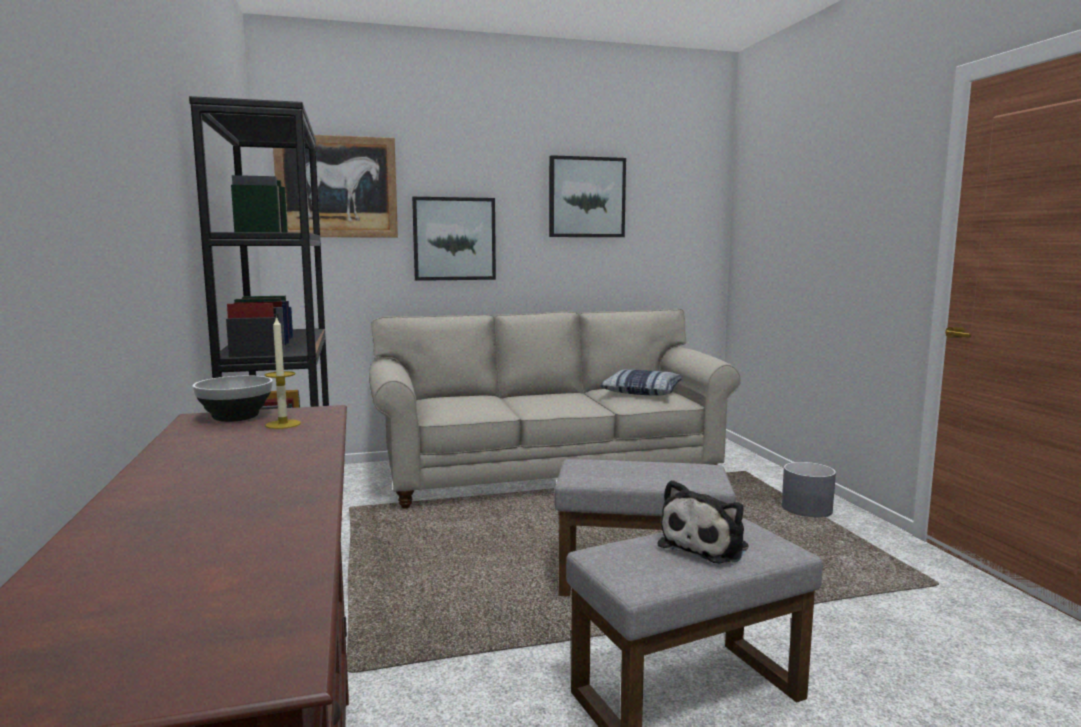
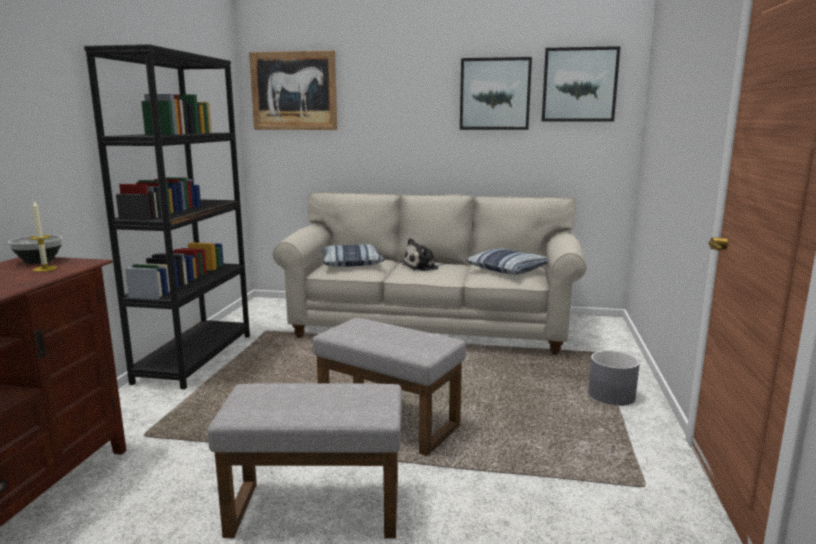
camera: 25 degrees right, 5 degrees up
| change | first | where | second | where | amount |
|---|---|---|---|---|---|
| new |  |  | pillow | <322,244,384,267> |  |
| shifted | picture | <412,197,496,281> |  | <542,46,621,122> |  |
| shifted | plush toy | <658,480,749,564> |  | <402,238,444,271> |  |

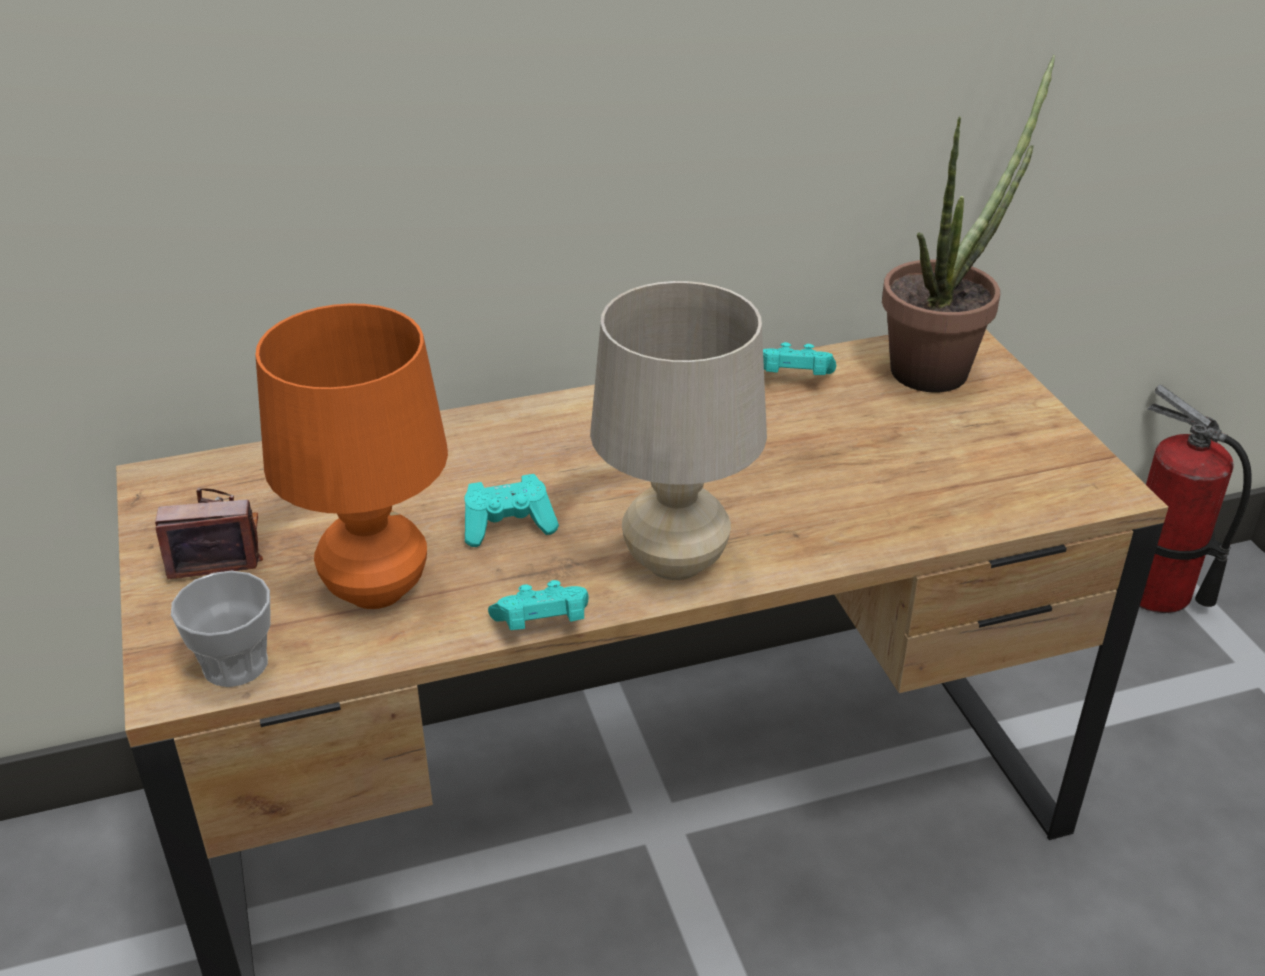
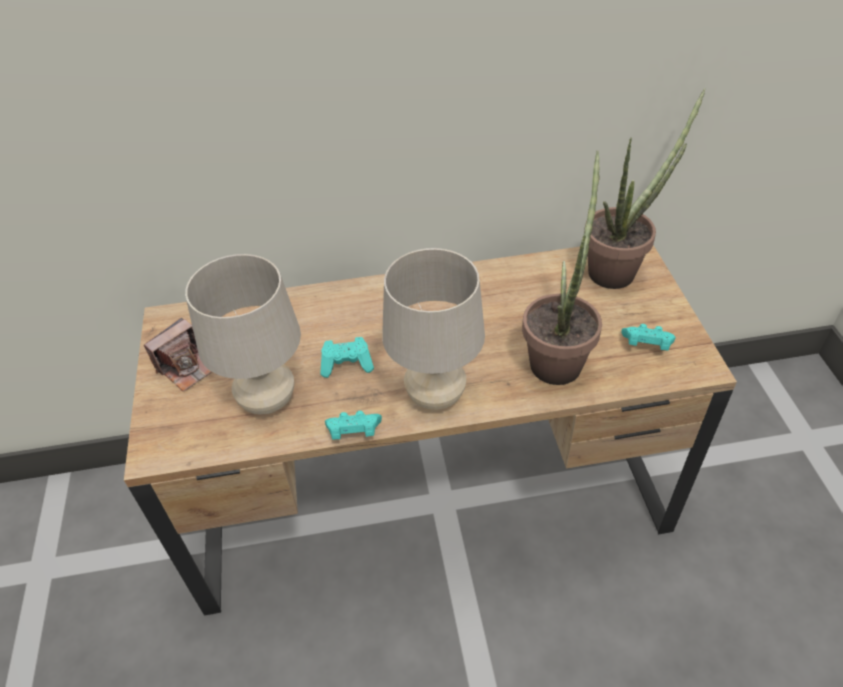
camera: 10 degrees right, 10 degrees up
| change | first | where | second | where | amount |
|---|---|---|---|---|---|
| gone | cup | <171,571,271,687> |  |  |  |
| gone | fire extinguisher | <1140,385,1252,613> |  |  |  |
| new |  |  | potted plant | <522,151,602,385> |  |
| shifted | turquoise game controller | <763,342,836,375> |  | <621,324,676,350> |  |
| repainted | orange table lamp | <255,303,448,609> | beige table lamp | <185,254,301,414> |  |
| rotated | photo camera | <155,488,263,579> |  | <144,318,212,392> | 135 degrees clockwise |

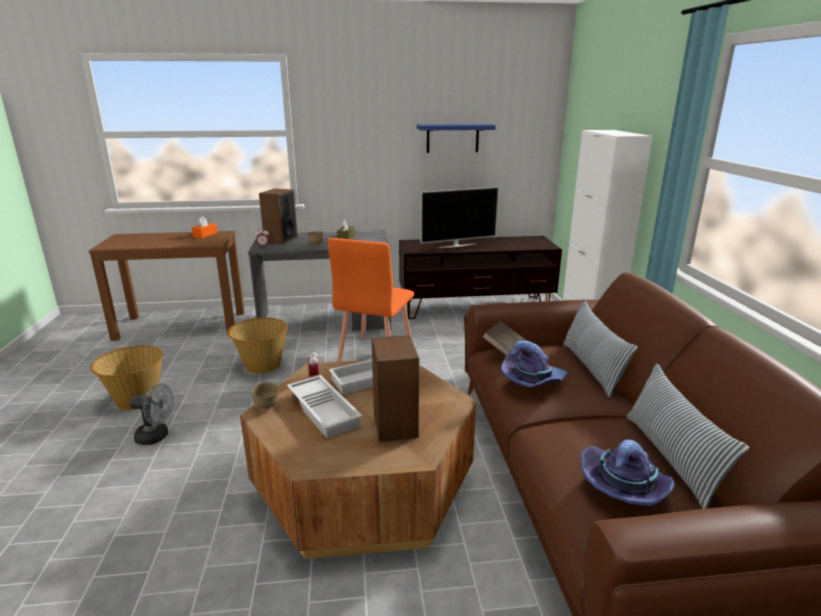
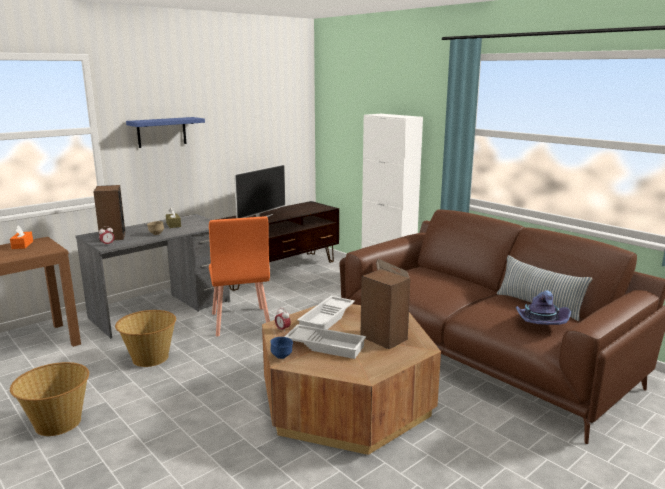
camera: 35 degrees left, 5 degrees down
| change | first | where | second | where | amount |
|---|---|---|---|---|---|
| gone | grey fan | <130,383,173,445> |  |  |  |
| gone | purple hat | <501,340,568,388> |  |  |  |
| gone | pillow | <563,301,638,397> |  |  |  |
| shifted | blue shelf | <417,124,496,153> |  | <126,117,205,148> |  |
| repainted | brown bowl | <252,383,279,409> | blue bowl | <270,337,293,359> |  |

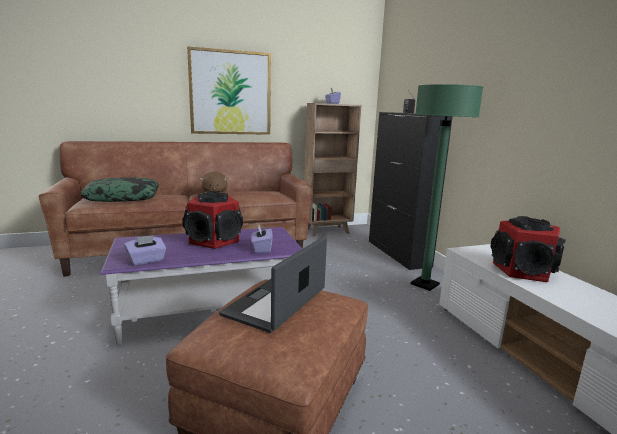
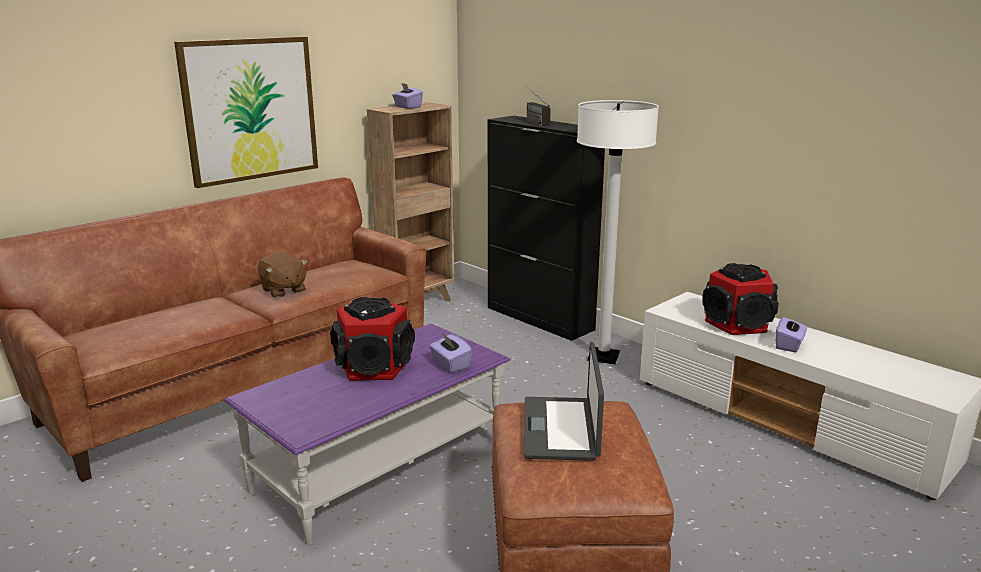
camera: 25 degrees left, 5 degrees up
| change | first | where | second | where | amount |
|---|---|---|---|---|---|
| gone | pillow | <81,177,159,202> |  |  |  |
| shifted | purple tissue box | <124,235,166,265> |  | <775,315,807,353> |  |
| repainted | green floor lamp | <411,84,483,291> | white floor lamp | <577,100,659,364> |  |

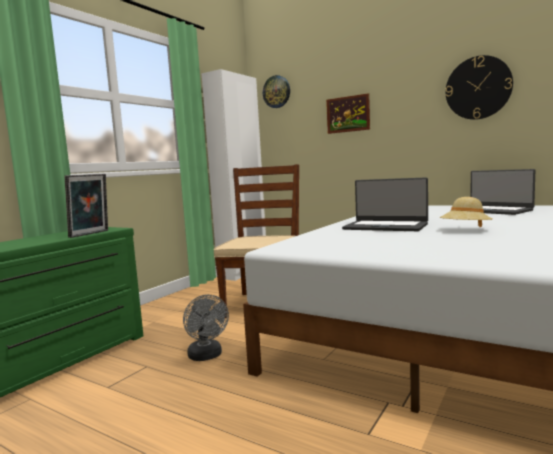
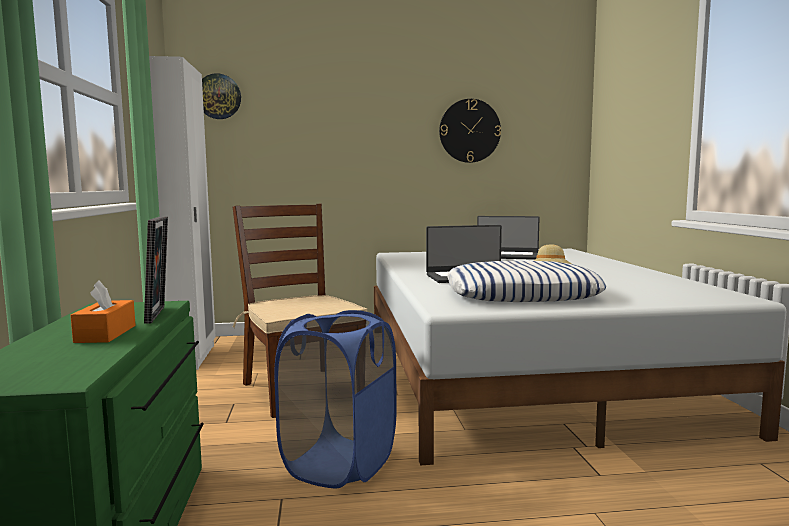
camera: 40 degrees left, 0 degrees up
| change | first | where | second | where | amount |
|---|---|---|---|---|---|
| gone | picture | <326,93,370,134> |  |  |  |
| new |  |  | orange tissue box | <70,280,136,343> |  |
| new |  |  | pillow | <447,261,606,302> |  |
| swapped | grey fan | <183,294,229,361> | blue laundry basket | <274,310,397,488> |  |

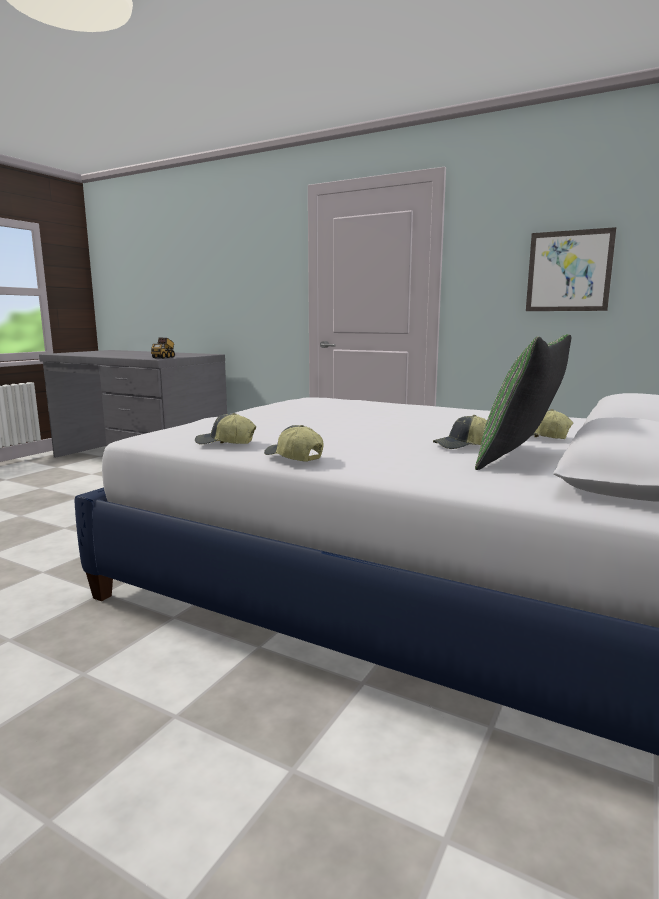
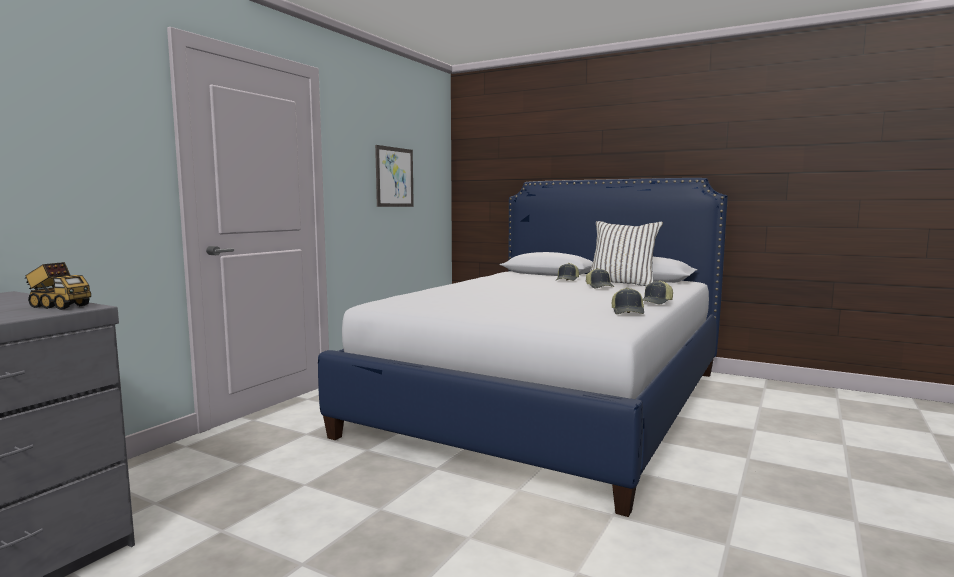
camera: 90 degrees left, 5 degrees down
| change | first | where | second | where | amount |
|---|---|---|---|---|---|
| repainted | green pillow | <475,334,571,470> | white pillow | <585,221,663,286> |  |

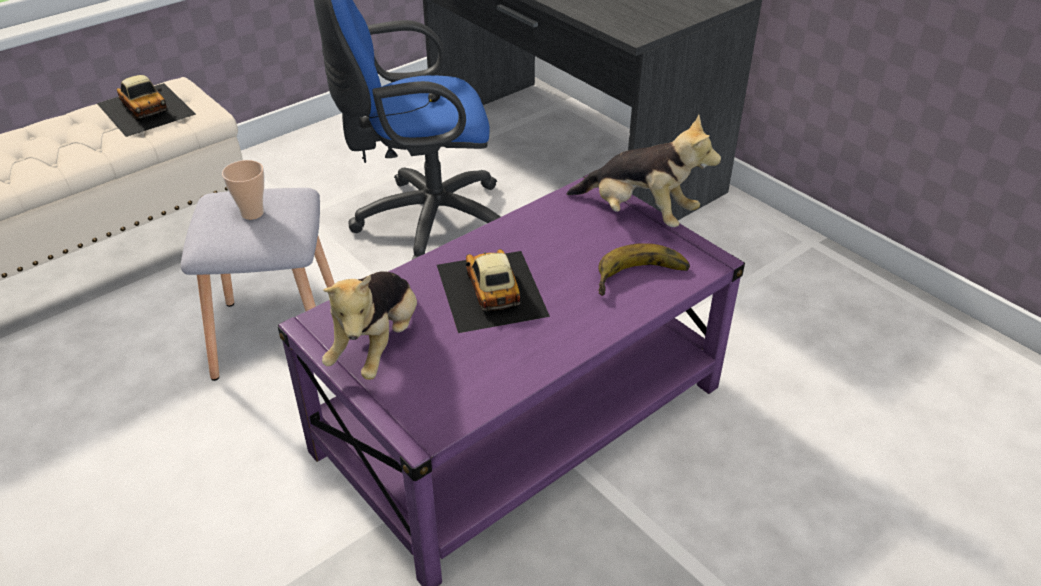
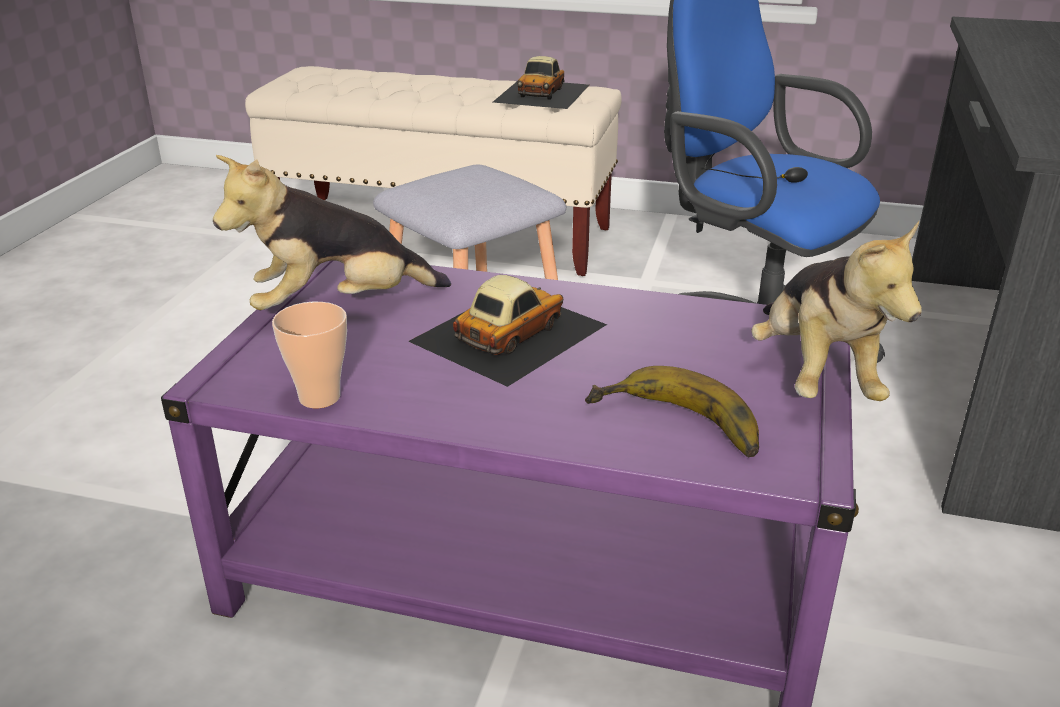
camera: 55 degrees right, 10 degrees down
| change | first | where | second | where | amount |
|---|---|---|---|---|---|
| shifted | cup | <222,160,264,220> |  | <272,302,347,408> |  |

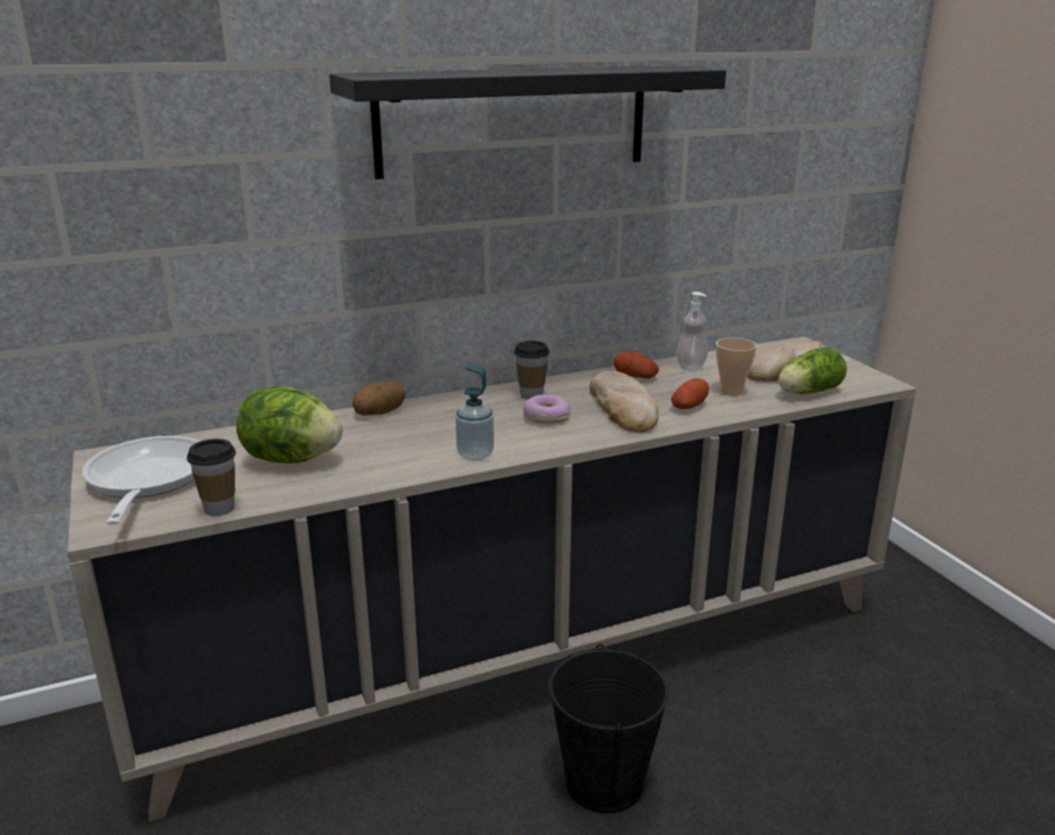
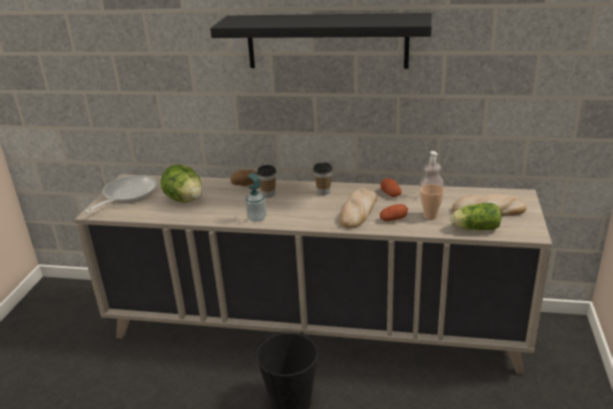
camera: 35 degrees right, 5 degrees up
| change | first | where | second | where | amount |
|---|---|---|---|---|---|
| gone | donut | <523,394,571,424> |  |  |  |
| shifted | cup | <187,439,236,516> |  | <257,165,277,198> |  |

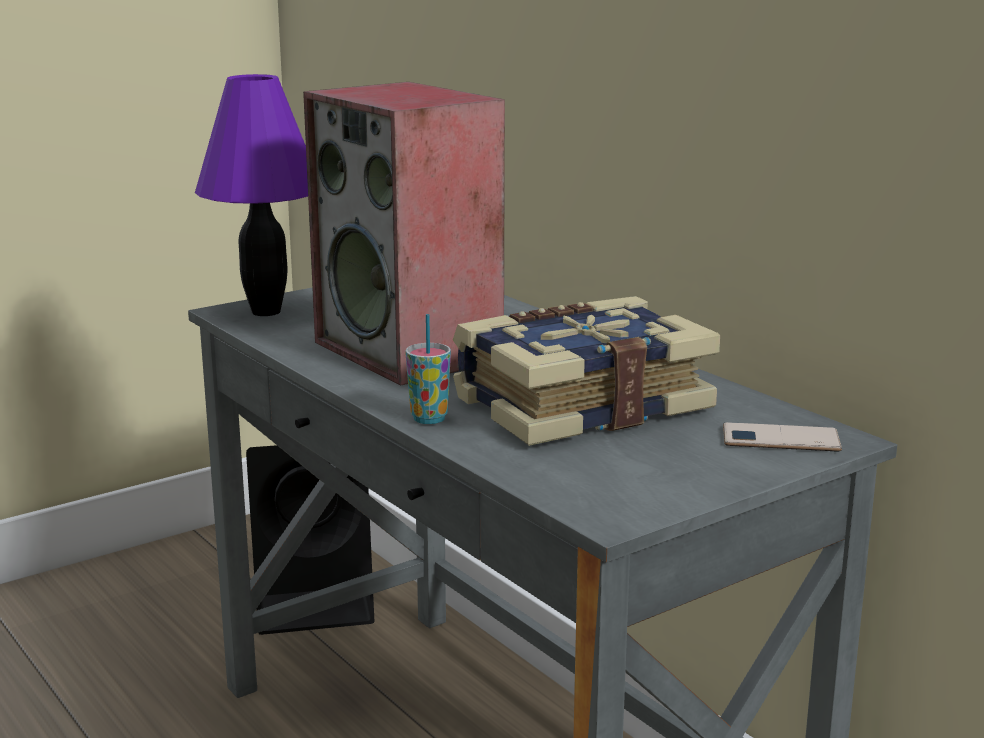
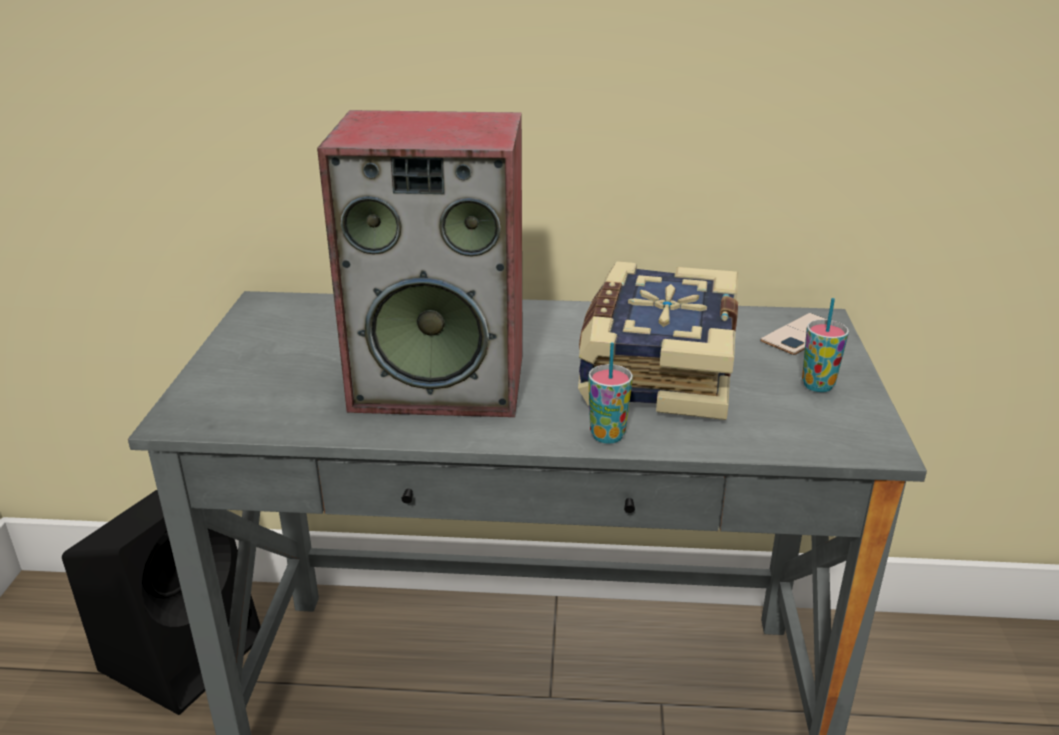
camera: 50 degrees left, 10 degrees up
| change | first | where | second | where | amount |
|---|---|---|---|---|---|
| gone | purple table lamp | <195,74,308,316> |  |  |  |
| new |  |  | cup | <802,298,849,392> |  |

